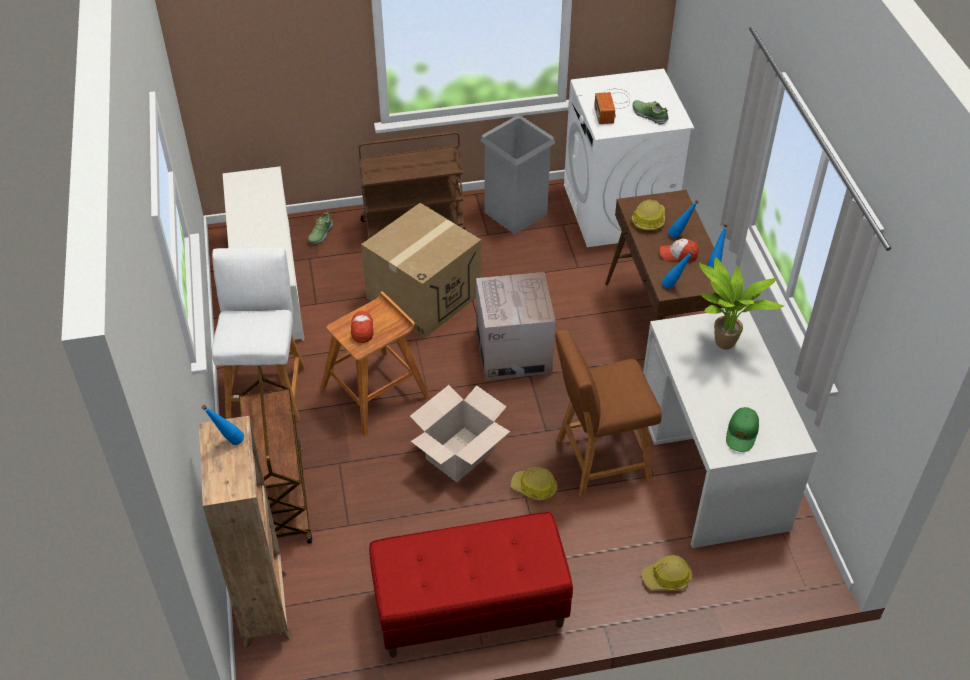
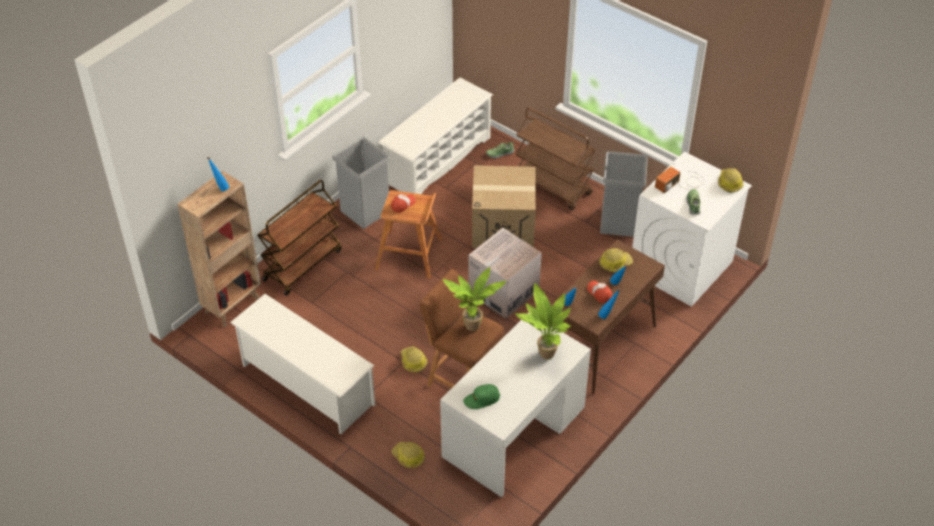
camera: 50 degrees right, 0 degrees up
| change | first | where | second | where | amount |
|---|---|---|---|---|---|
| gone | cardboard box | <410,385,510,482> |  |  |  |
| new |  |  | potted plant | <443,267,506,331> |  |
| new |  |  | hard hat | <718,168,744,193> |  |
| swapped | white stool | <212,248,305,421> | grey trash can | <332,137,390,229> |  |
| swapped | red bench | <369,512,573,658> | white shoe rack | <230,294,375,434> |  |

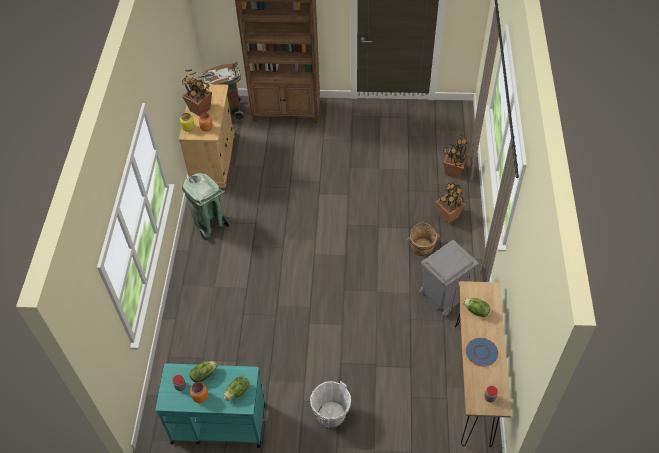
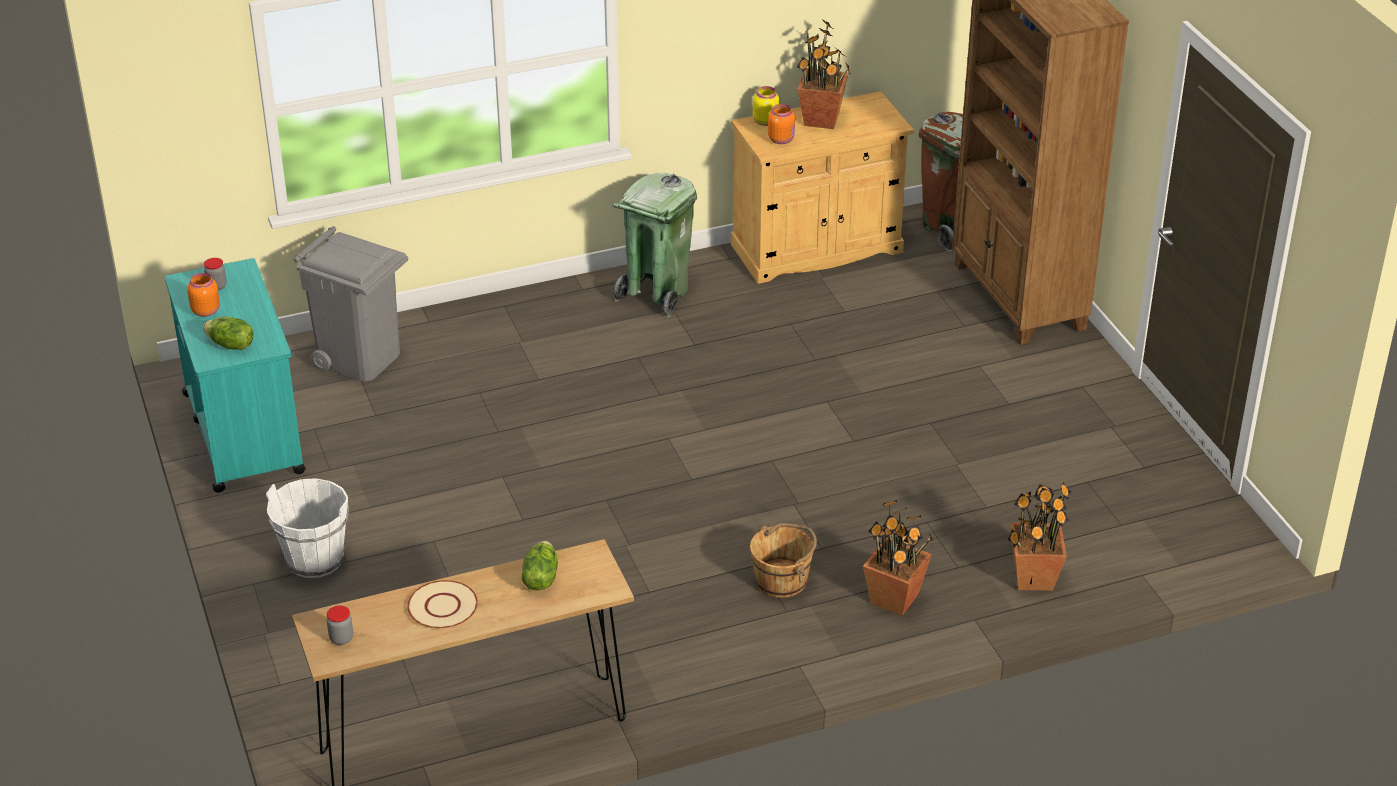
camera: 65 degrees right, 15 degrees down
| change | first | where | second | where | amount |
|---|---|---|---|---|---|
| gone | lettuce | <189,361,217,383> |  |  |  |
| shifted | grey trash can | <419,240,479,316> |  | <294,226,408,381> |  |
| repainted | blue plate | <466,338,498,367> | beige plate | <407,580,478,629> |  |

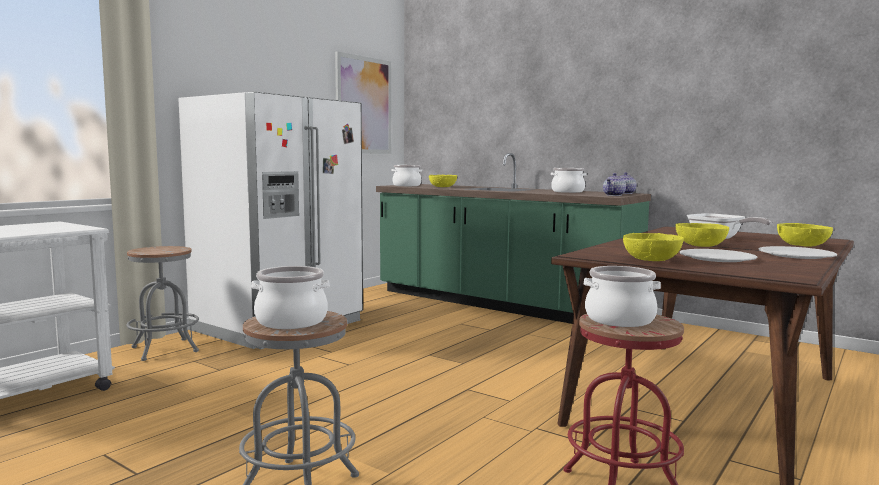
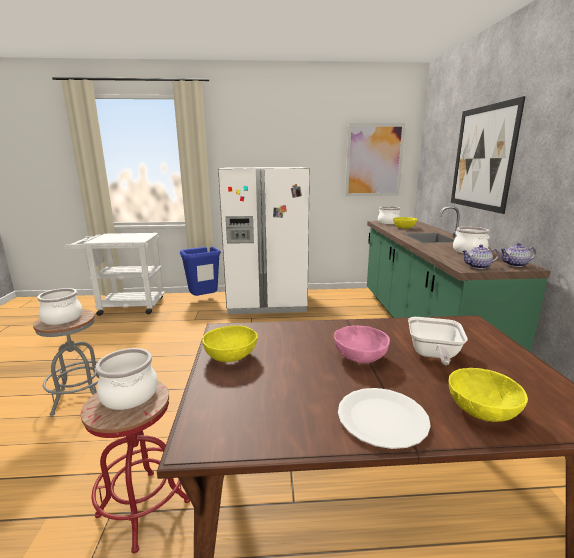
camera: 50 degrees right, 10 degrees up
| change | first | where | second | where | amount |
|---|---|---|---|---|---|
| gone | white plate | <679,249,757,262> |  |  |  |
| new |  |  | picture | <451,96,526,214> |  |
| swapped | grey stool | <126,246,199,361> | blue trash can | <180,246,221,296> |  |
| repainted | yellow bowl | <675,223,729,247> | pink bowl | <334,325,390,363> |  |

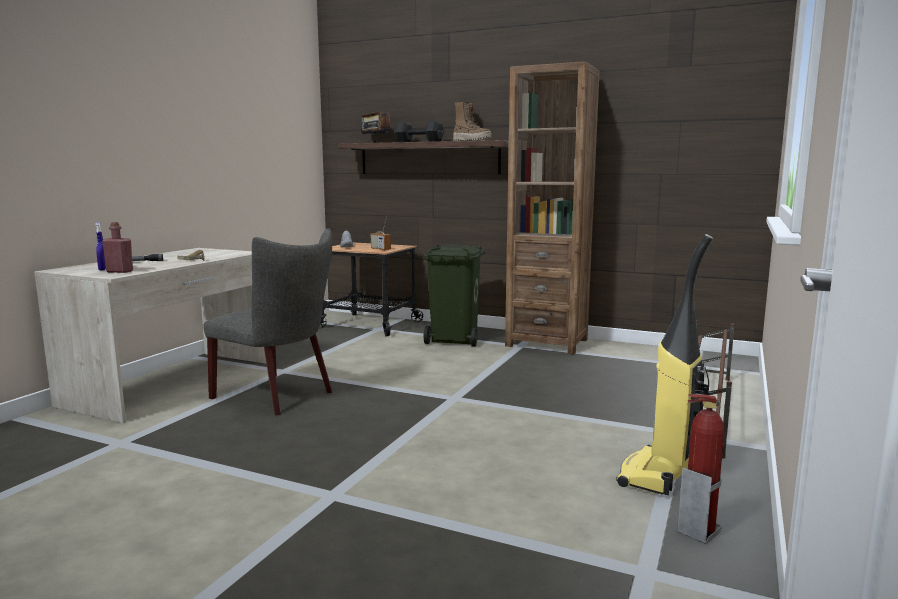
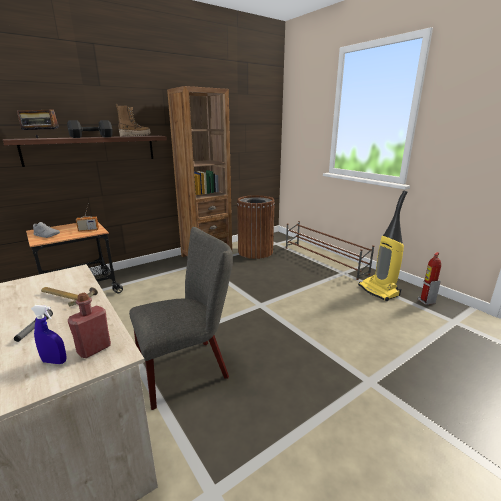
camera: 60 degrees left, 10 degrees up
| change | first | where | second | where | amount |
|---|---|---|---|---|---|
| gone | green trash can | <424,244,485,347> |  |  |  |
| new |  |  | brown trash can | <237,195,275,259> |  |

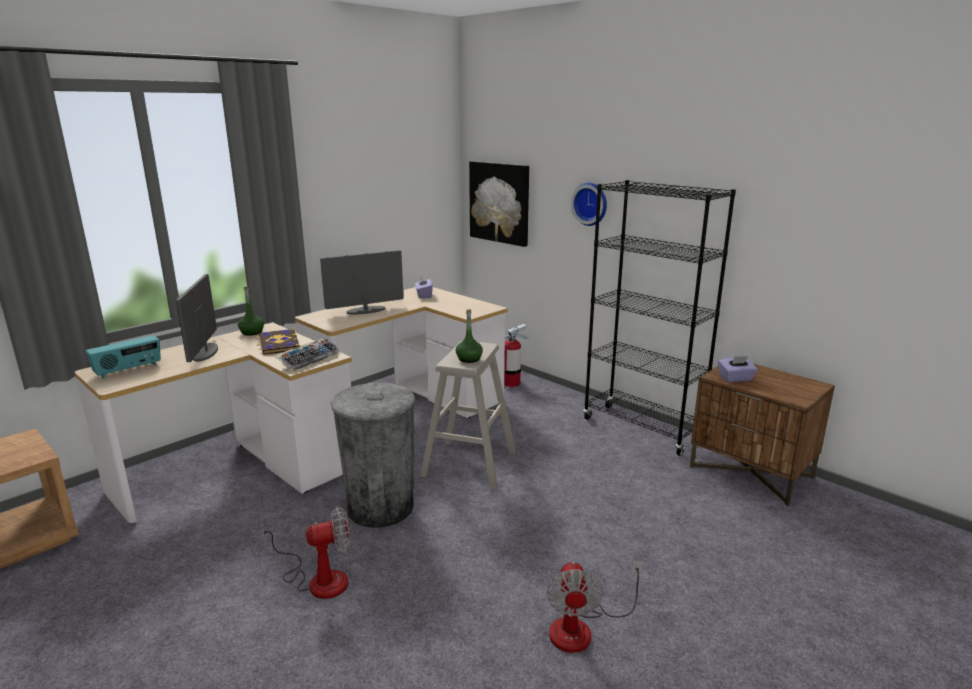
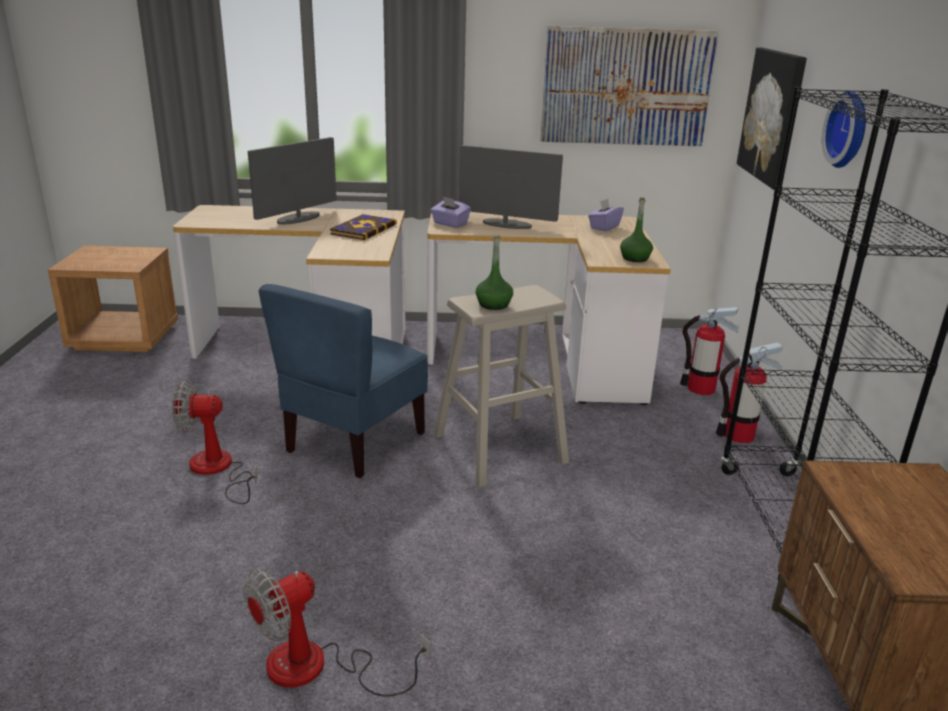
camera: 45 degrees right, 5 degrees up
| change | first | where | second | where | amount |
|---|---|---|---|---|---|
| gone | radio | <85,335,161,379> |  |  |  |
| gone | keyboard | <274,338,340,373> |  |  |  |
| new |  |  | picture | <540,26,719,146> |  |
| new |  |  | fire extinguisher | <716,342,783,443> |  |
| shifted | green bottle | <238,287,264,336> |  | <620,197,653,262> |  |
| shifted | purple tissue box | <718,356,758,382> |  | <431,196,471,228> |  |
| swapped | grey trash can | <331,383,415,528> | blue chair | <259,284,428,478> |  |
| rotated | fan | <262,506,350,599> |  | <172,380,258,504> | 150 degrees clockwise |

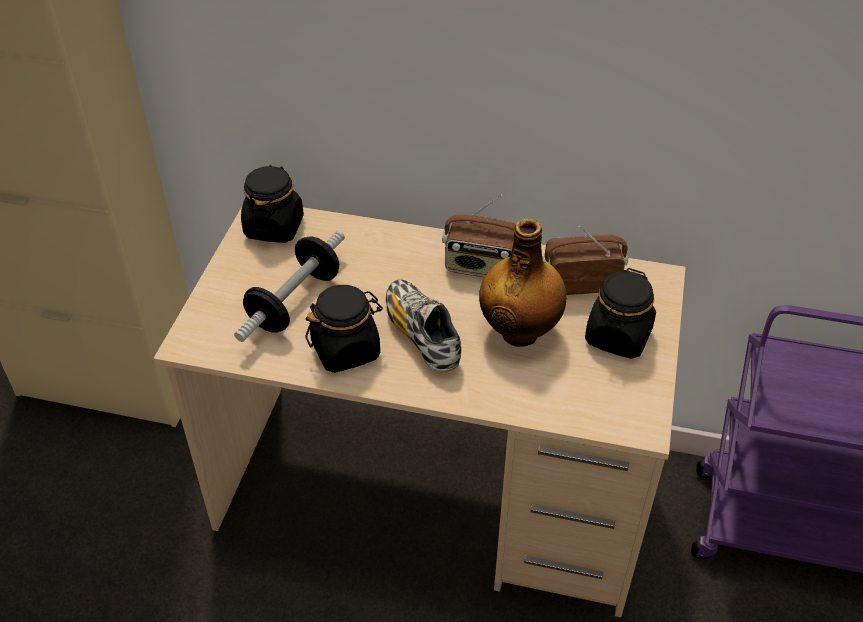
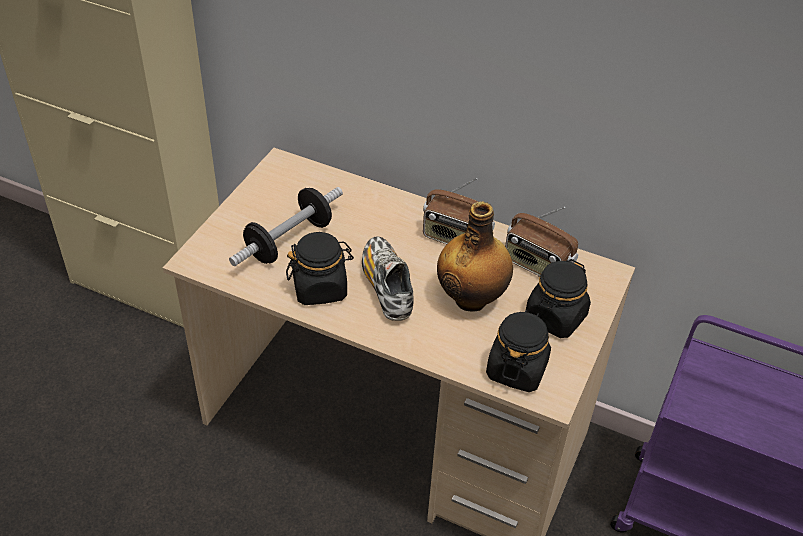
camera: 10 degrees right, 0 degrees up
| change | first | where | second | where | amount |
|---|---|---|---|---|---|
| shifted | black jar | <241,165,304,243> |  | <486,310,551,392> |  |
| rotated | radio | <542,226,628,295> |  | <505,207,578,277> | 150 degrees counterclockwise |

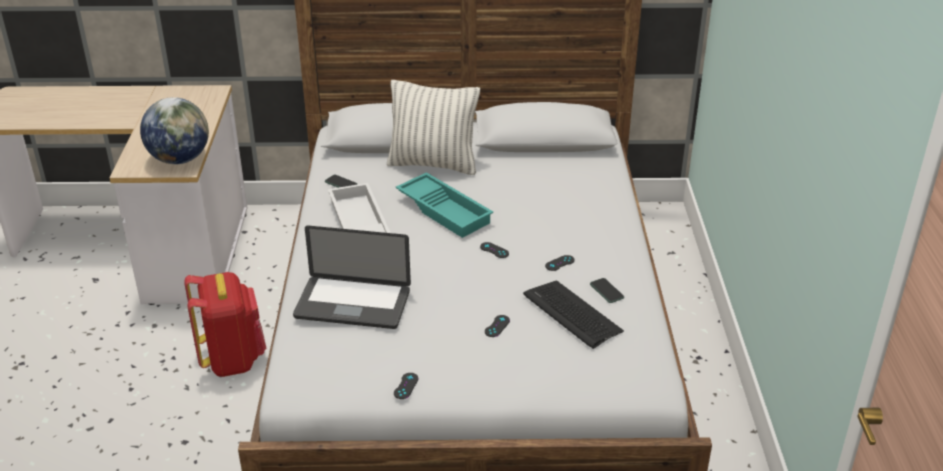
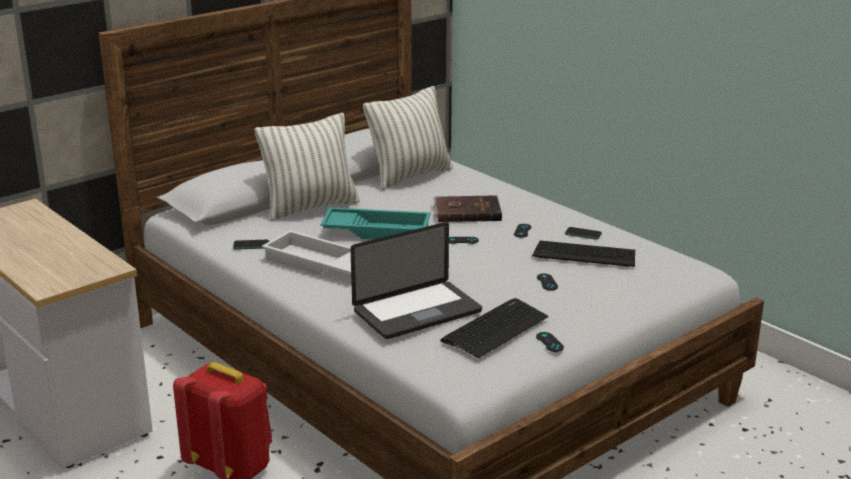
camera: 40 degrees left, 10 degrees down
| change | first | where | second | where | amount |
|---|---|---|---|---|---|
| gone | globe | <140,97,209,164> |  |  |  |
| new |  |  | pillow | <363,86,453,190> |  |
| new |  |  | brown book | <433,195,502,222> |  |
| new |  |  | keyboard | <440,298,548,358> |  |

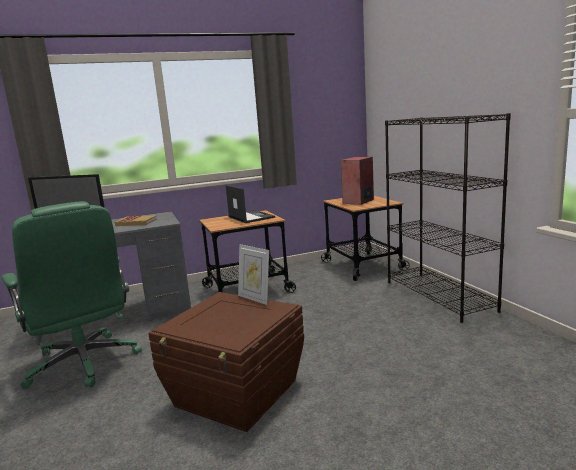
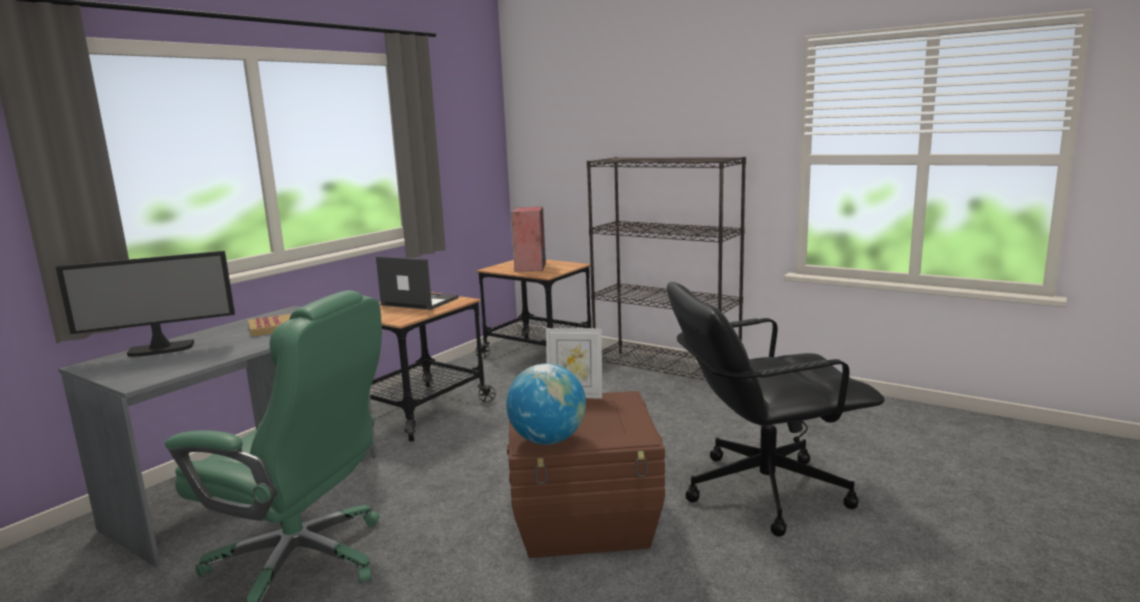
camera: 35 degrees left, 0 degrees up
| change | first | where | second | where | amount |
|---|---|---|---|---|---|
| new |  |  | globe | <506,364,586,445> |  |
| new |  |  | black office chair | <667,282,885,537> |  |

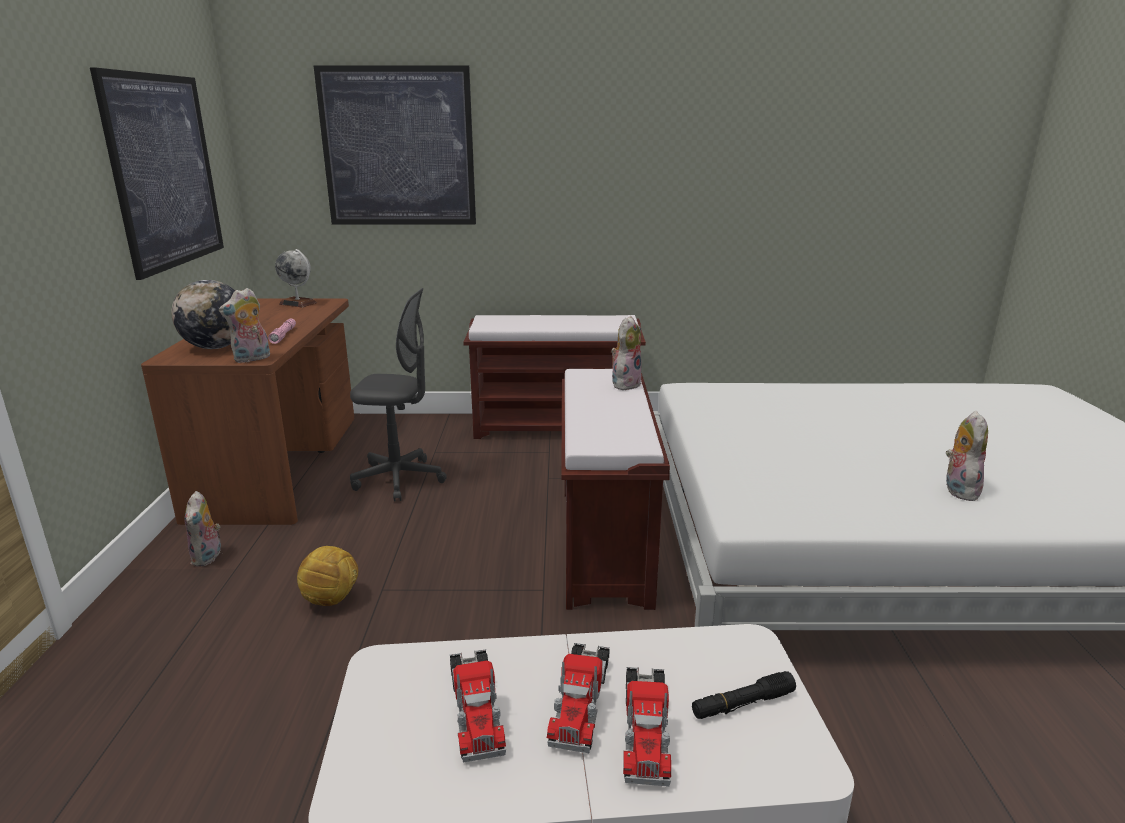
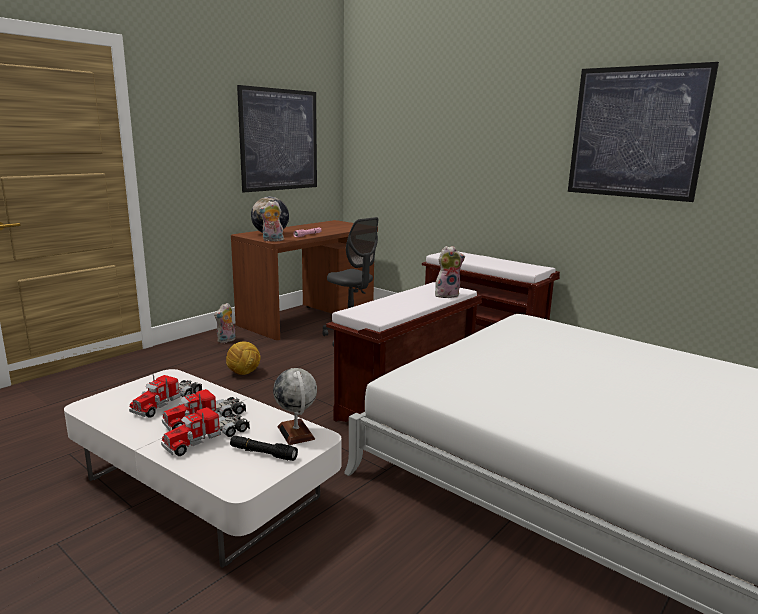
camera: 40 degrees right, 5 degrees down
| change | first | where | second | where | amount |
|---|---|---|---|---|---|
| gone | plush toy | <946,411,988,501> |  |  |  |
| shifted | globe | <275,249,317,308> |  | <273,368,317,445> |  |
| shifted | picture | <313,65,476,224> |  | <568,62,719,202> |  |

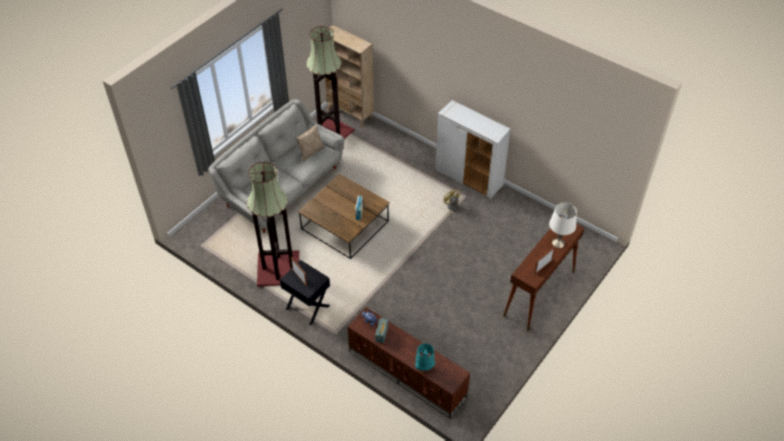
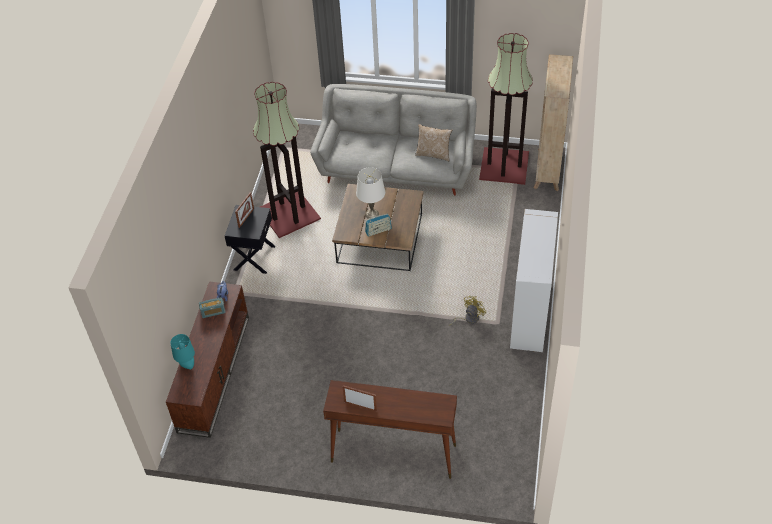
camera: 65 degrees right, 0 degrees up
| change | first | where | second | where | amount |
|---|---|---|---|---|---|
| shifted | white table lamp | <549,203,577,248> |  | <356,167,385,219> |  |

